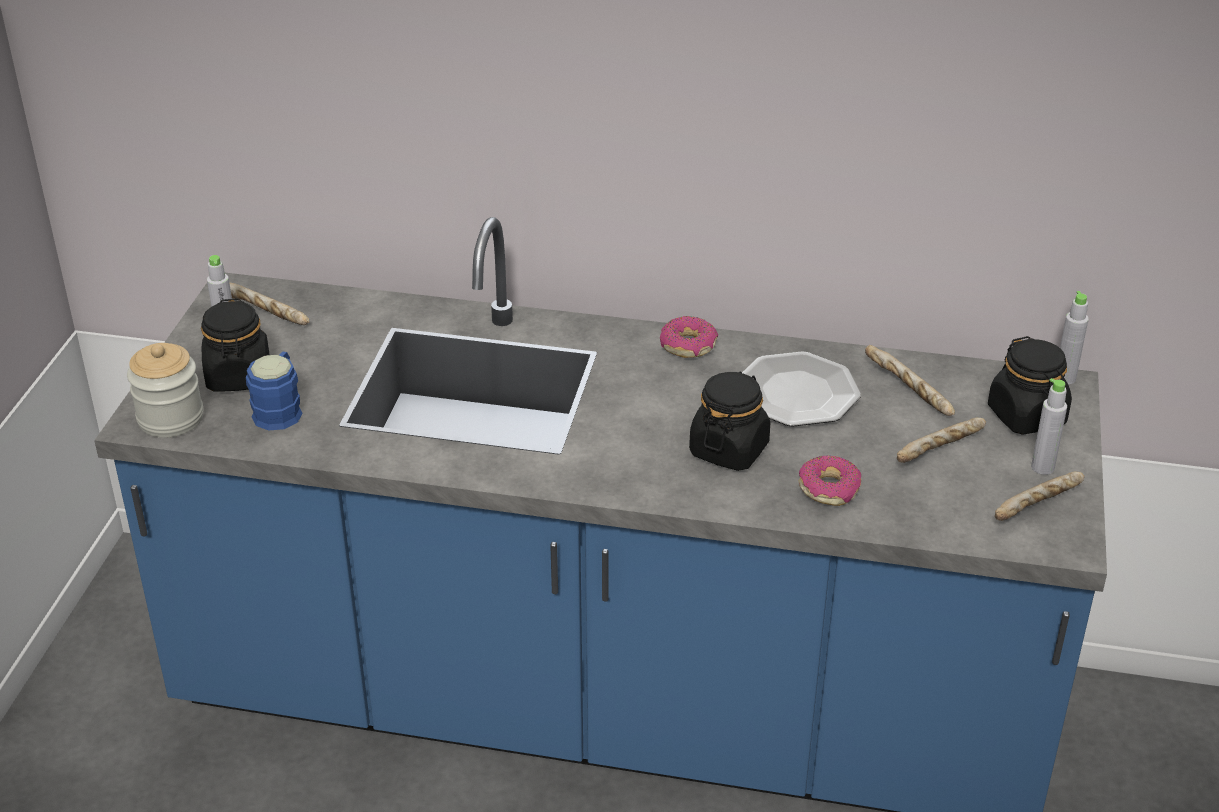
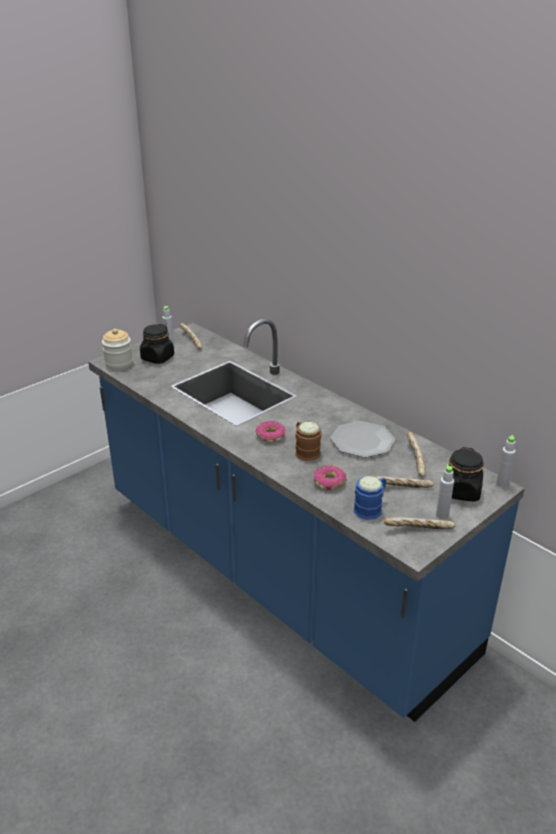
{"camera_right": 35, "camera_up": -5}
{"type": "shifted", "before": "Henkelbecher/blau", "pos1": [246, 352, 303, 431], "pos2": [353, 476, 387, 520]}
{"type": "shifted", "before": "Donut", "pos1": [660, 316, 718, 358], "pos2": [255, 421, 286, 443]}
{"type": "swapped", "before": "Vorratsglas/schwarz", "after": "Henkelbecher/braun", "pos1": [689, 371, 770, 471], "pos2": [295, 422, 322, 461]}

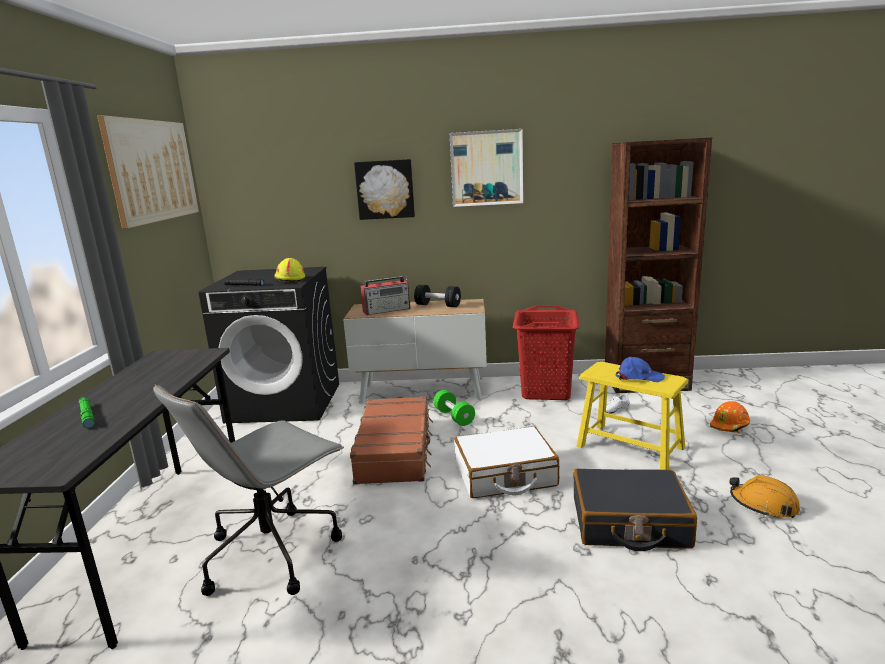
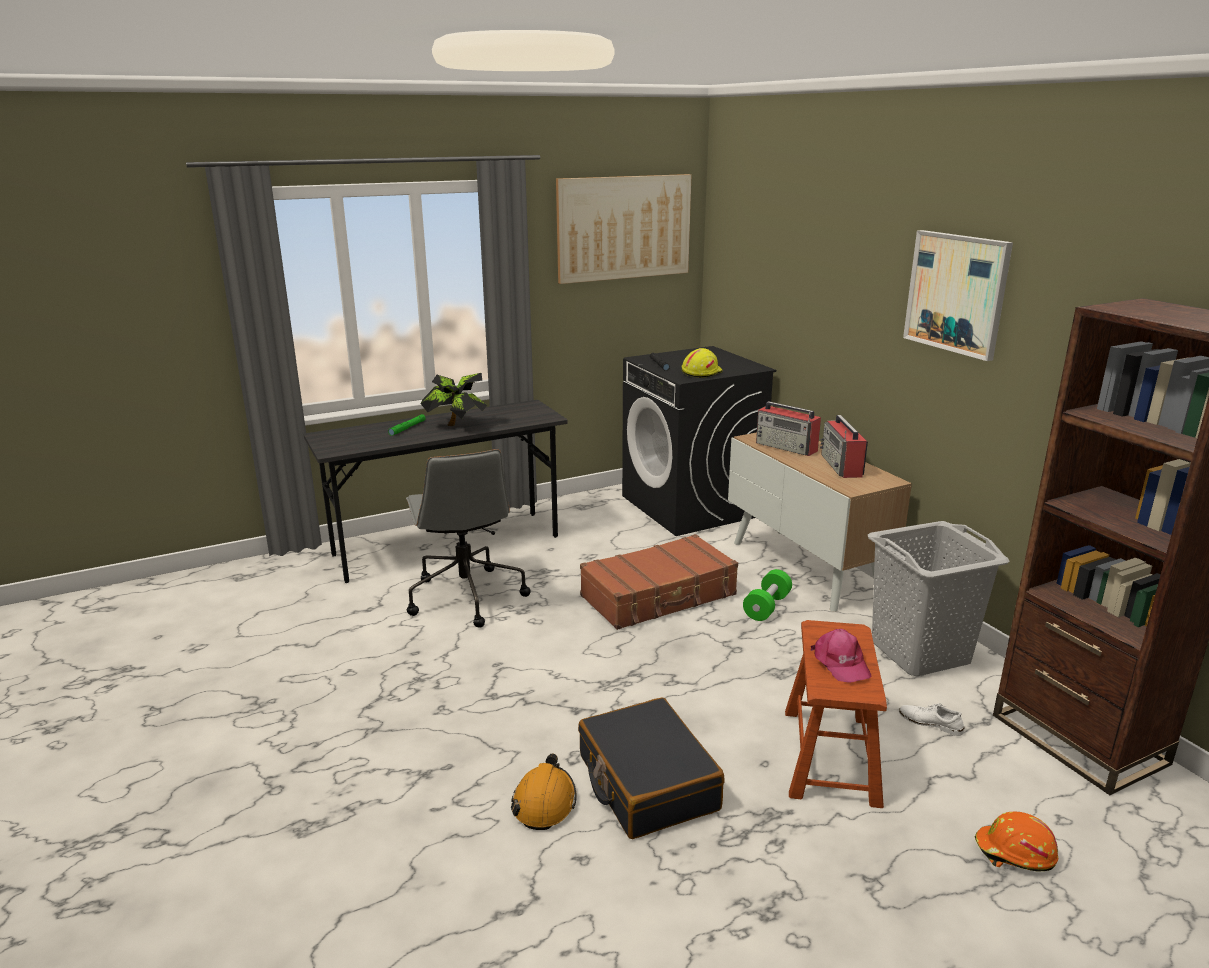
{"camera_right": 60, "camera_up": 5}
{"type": "gone", "before": "Bild", "pos1": [354, 159, 415, 220]}
{"type": "gone", "before": "Koffer/weiß", "pos1": [454, 426, 559, 498]}
{"type": "new", "after": "Topfpflanze", "pos2": [420, 373, 488, 426]}
{"type": "shifted", "before": "Schutzhelm/orange", "pos1": [730, 475, 800, 518], "pos2": [511, 753, 577, 830]}
{"type": "swapped", "before": "Hantel/schwarz", "after": "Radio", "pos1": [414, 285, 461, 307], "pos2": [820, 415, 868, 478]}
{"type": "repainted", "before": "Wäschekorb/rot", "after": "Wäschekorb/grau", "pos1": [513, 306, 580, 400], "pos2": [868, 521, 1010, 677]}
{"type": "repainted", "before": "Hocker/gelb", "after": "Hocker/braun", "pos1": [577, 362, 688, 470], "pos2": [785, 620, 887, 808]}
{"type": "repainted", "before": "Kappe/blau", "after": "Kappe/rosa", "pos1": [615, 357, 665, 382], "pos2": [811, 629, 872, 683]}
{"type": "rotated", "before": "Bürostuhl/grau", "pos1": [153, 384, 344, 596], "pos2": [406, 449, 531, 628], "turn": -120}

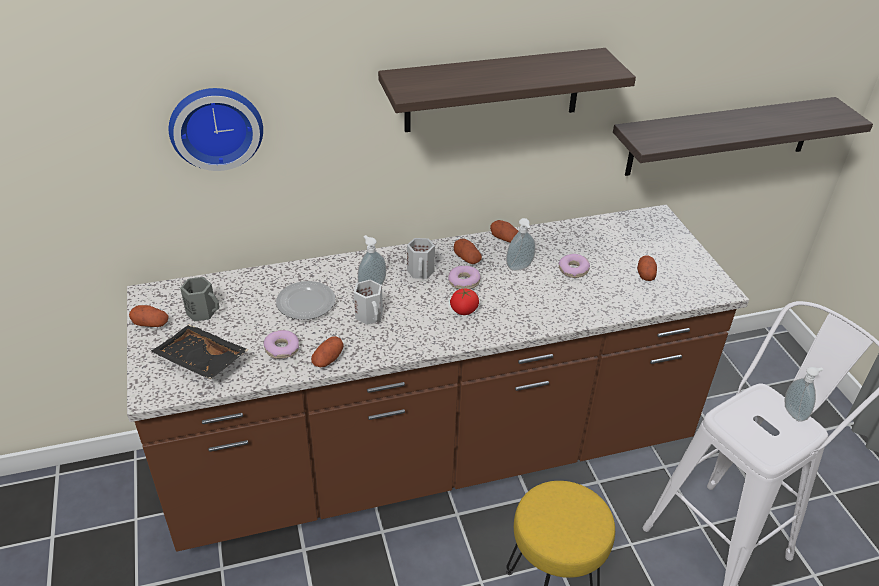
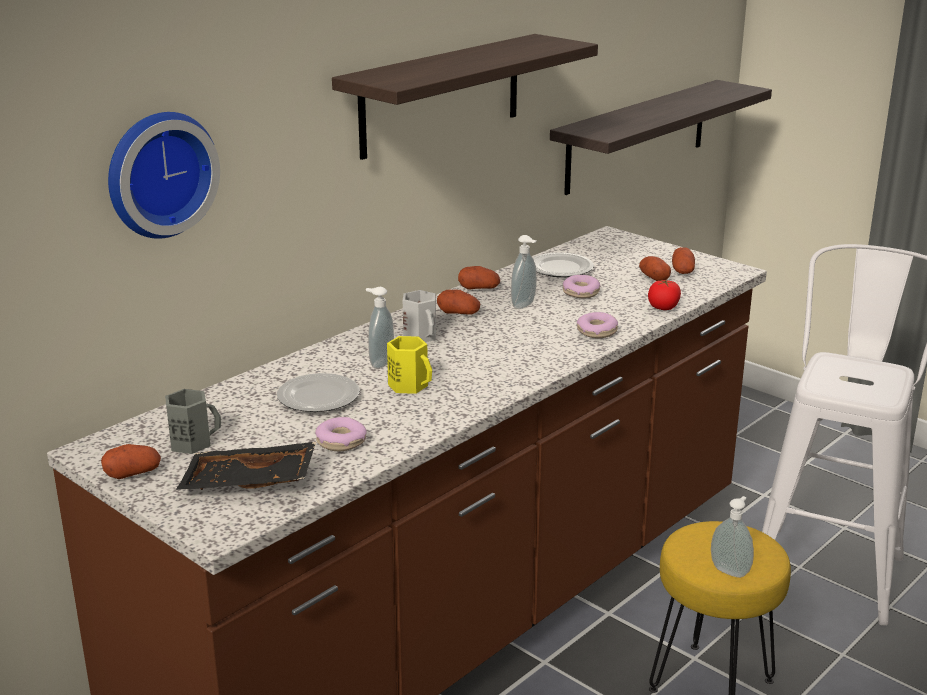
{"camera_right": -30, "camera_up": -15}
{"type": "new", "after": "Teller", "pos2": [533, 252, 594, 278]}
{"type": "shifted", "before": "Kartoffel", "pos1": [311, 336, 343, 367], "pos2": [672, 247, 695, 274]}
{"type": "shifted", "before": "Donut", "pos1": [448, 266, 480, 289], "pos2": [577, 312, 618, 338]}
{"type": "shifted", "before": "Tomate", "pos1": [450, 289, 479, 315], "pos2": [648, 280, 681, 310]}
{"type": "shifted", "before": "Seifenspender", "pos1": [784, 367, 823, 422], "pos2": [711, 496, 754, 578]}
{"type": "repainted", "before": "Henkelbecher/weiß", "after": "Henkelbecher/gelb", "pos1": [354, 279, 383, 325], "pos2": [387, 336, 432, 394]}

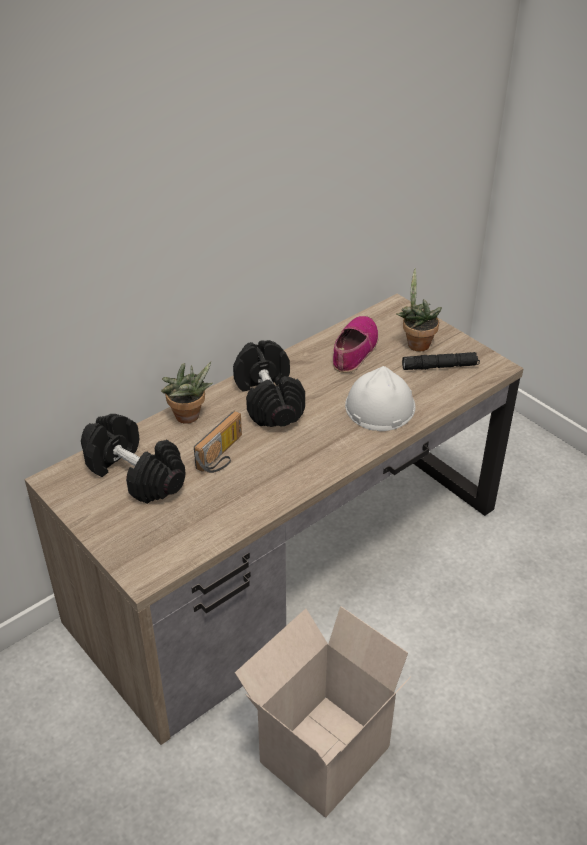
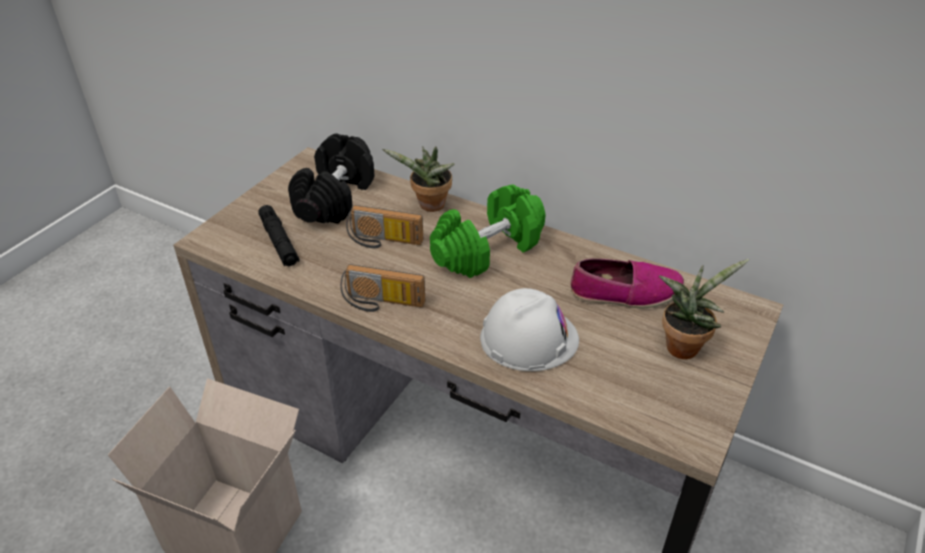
{"camera_right": 70, "camera_up": 0}
{"type": "new", "after": "Radio", "pos2": [340, 264, 425, 312]}
{"type": "shifted", "before": "Taschenlampe/schwarz", "pos1": [402, 352, 480, 370], "pos2": [258, 205, 300, 266]}
{"type": "repainted", "before": "Hantel/schwarz", "after": "Hantel/grün", "pos1": [233, 340, 305, 427], "pos2": [430, 185, 546, 278]}

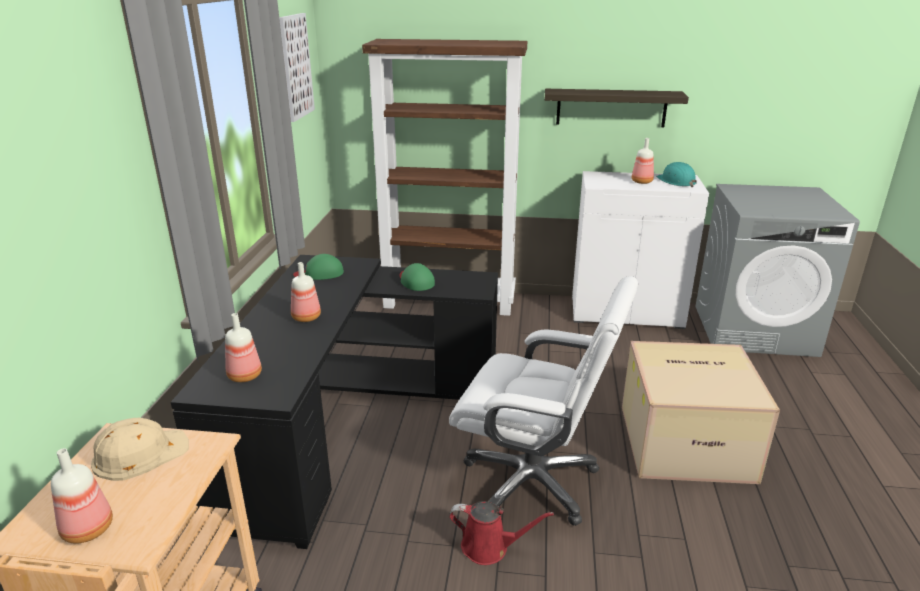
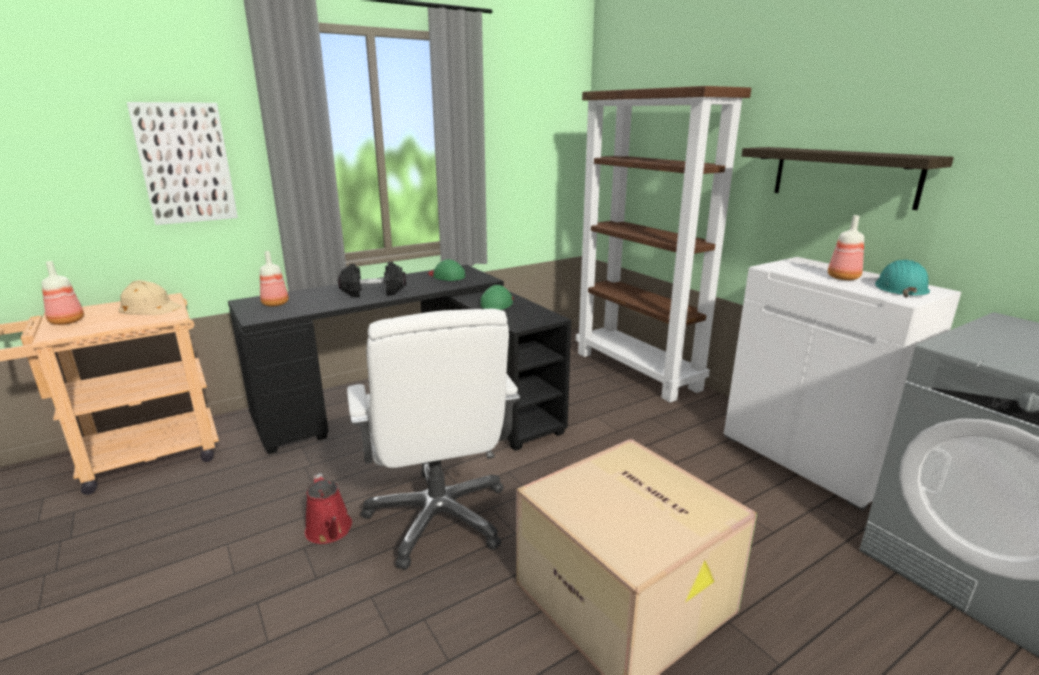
{"camera_right": 50, "camera_up": -5}
{"type": "shifted", "before": "Bild", "pos1": [279, 13, 315, 122], "pos2": [127, 102, 238, 225]}
{"type": "swapped", "before": "Flasche", "after": "Hantel/schwarz", "pos1": [291, 262, 321, 322], "pos2": [338, 262, 406, 297]}

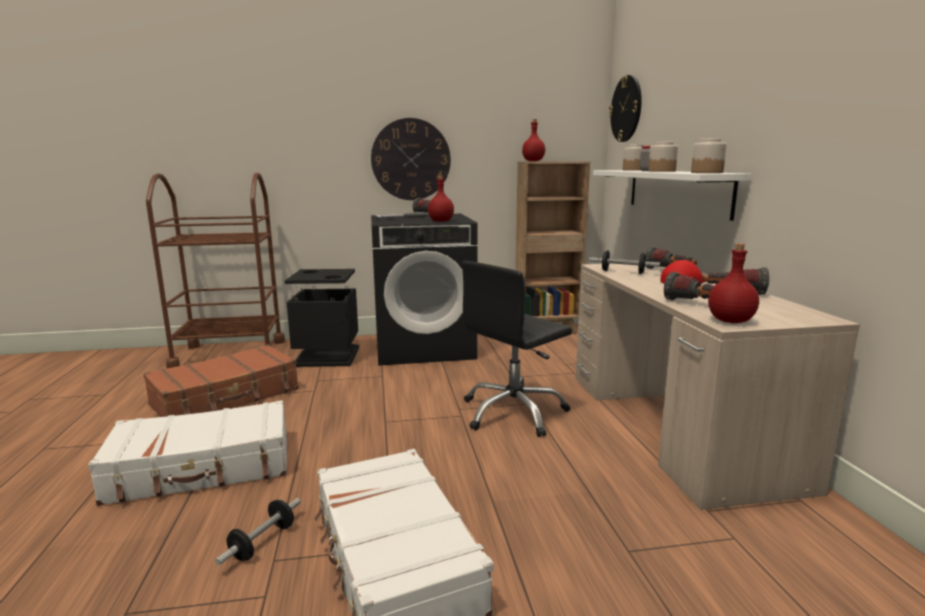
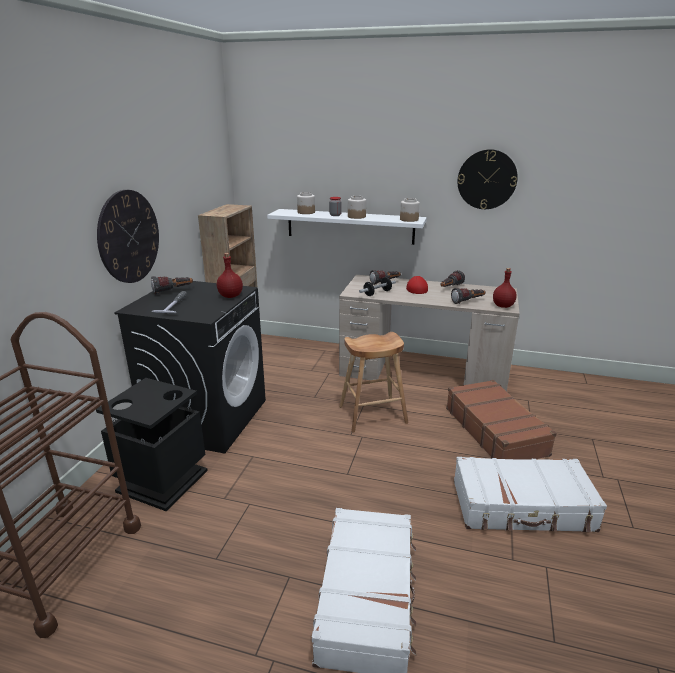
{"camera_right": -65, "camera_up": 10}
{"type": "gone", "before": "Hantel", "pos1": [215, 498, 301, 565]}
{"type": "gone", "before": "Flasche/rot", "pos1": [522, 119, 545, 161]}
{"type": "shifted", "before": "Koffer/braun", "pos1": [143, 345, 299, 417], "pos2": [446, 380, 557, 460]}
{"type": "shifted", "before": "Wanduhr", "pos1": [609, 75, 642, 142], "pos2": [458, 149, 518, 209]}
{"type": "swapped", "before": "Bürostuhl/schwarz", "after": "Hocker/braun", "pos1": [461, 261, 572, 437], "pos2": [339, 332, 408, 432]}

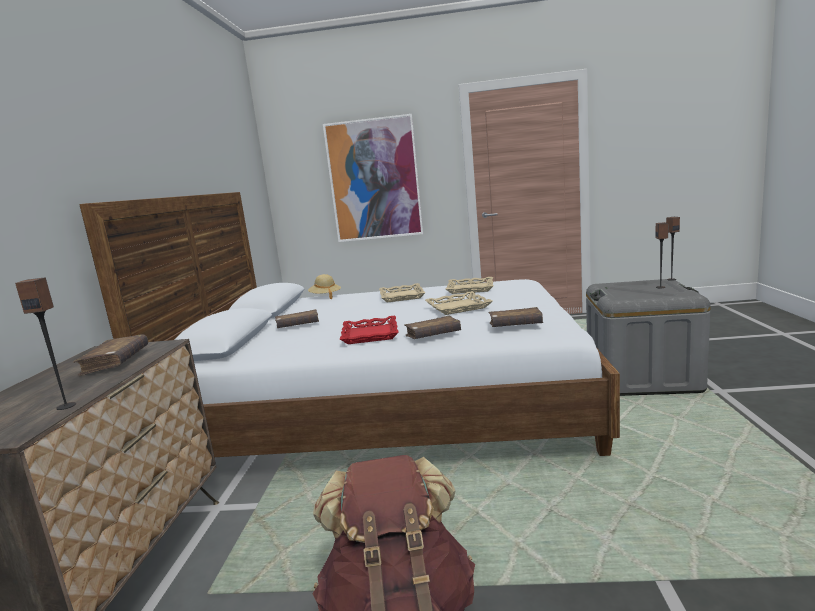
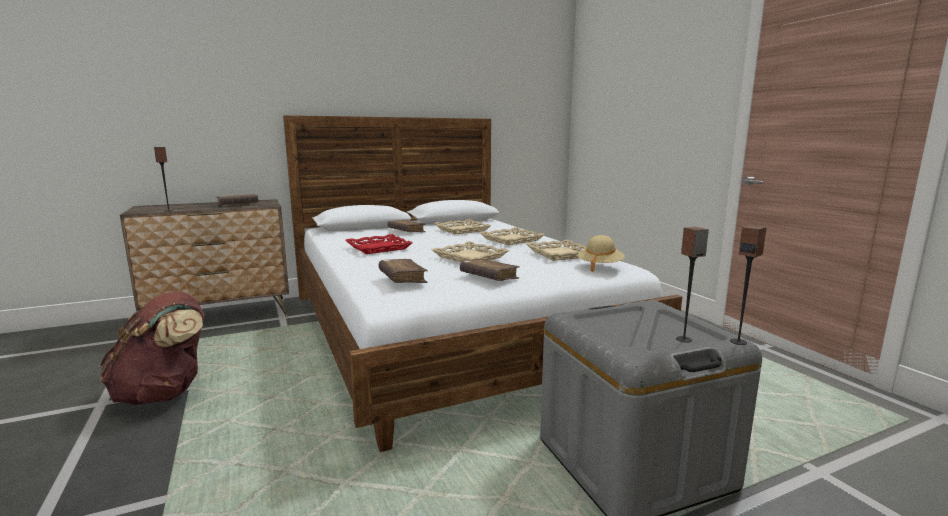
{"camera_right": 60, "camera_up": 0}
{"type": "gone", "before": "Bild", "pos1": [323, 114, 423, 242]}
{"type": "new", "after": "Tablett/beige", "pos2": [434, 219, 491, 234]}
{"type": "shifted", "before": "Hut/beige", "pos1": [308, 274, 341, 299], "pos2": [578, 235, 625, 272]}
{"type": "shifted", "before": "Buch/braun", "pos1": [404, 316, 461, 339], "pos2": [460, 258, 520, 281]}

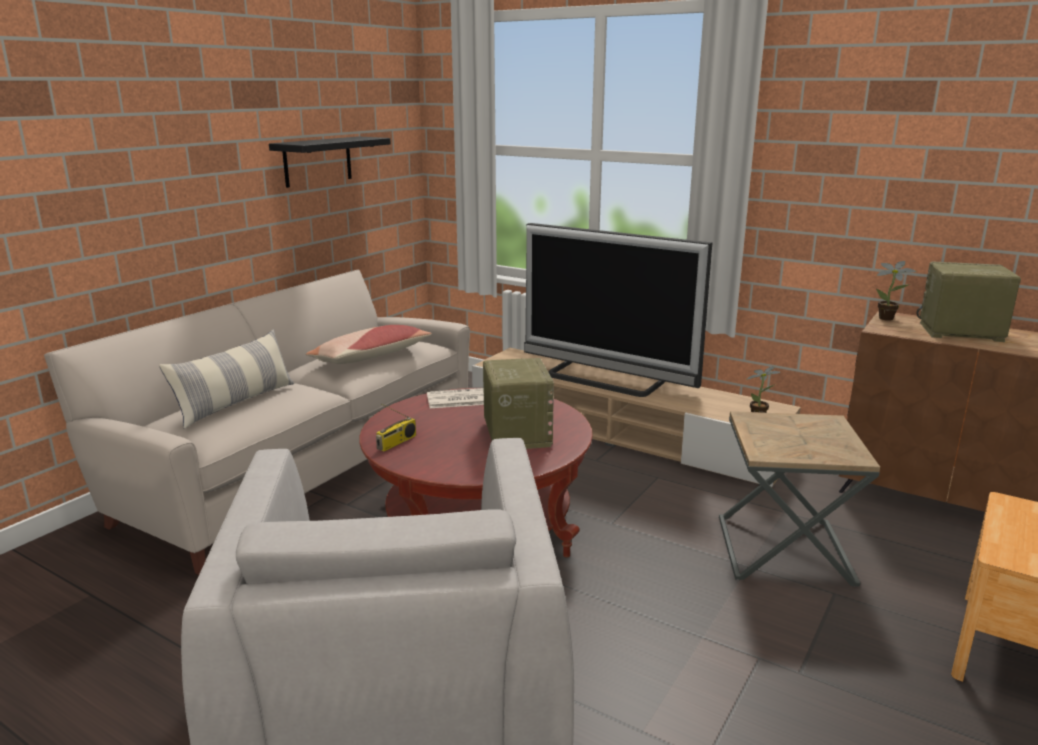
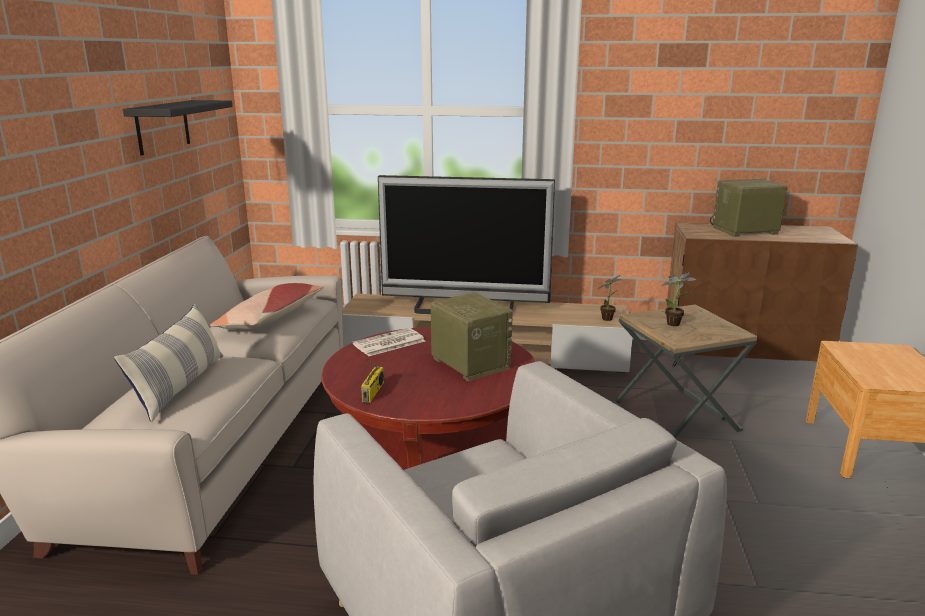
{"camera_right": -25, "camera_up": 0}
{"type": "shifted", "before": "Topfpflanze", "pos1": [876, 261, 917, 321], "pos2": [662, 272, 697, 326]}

